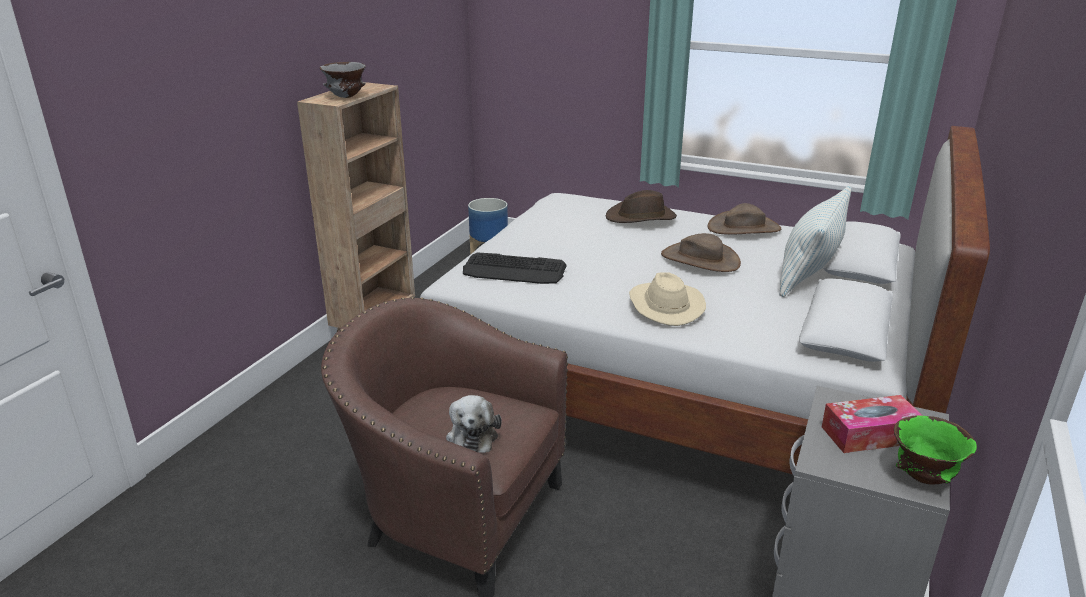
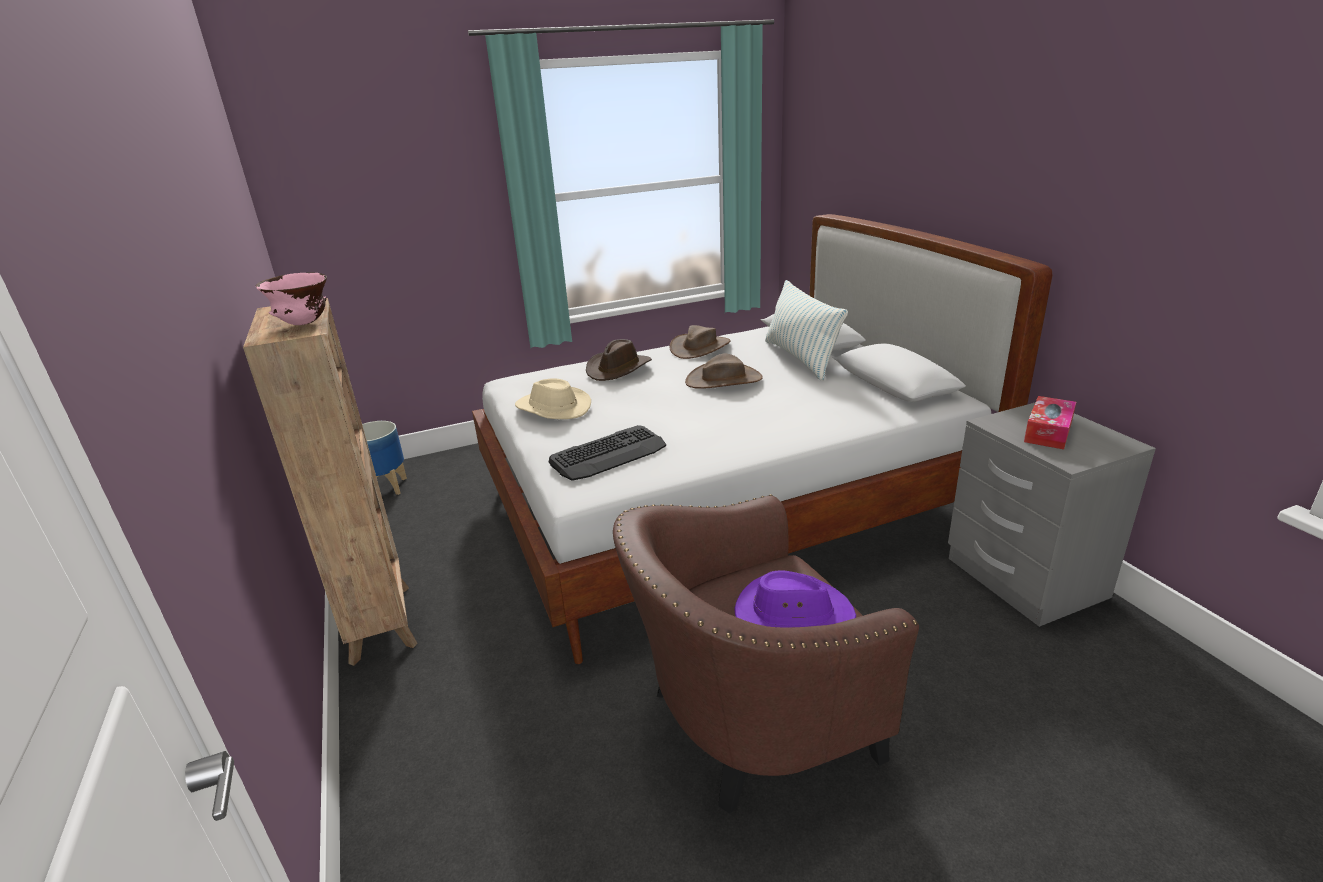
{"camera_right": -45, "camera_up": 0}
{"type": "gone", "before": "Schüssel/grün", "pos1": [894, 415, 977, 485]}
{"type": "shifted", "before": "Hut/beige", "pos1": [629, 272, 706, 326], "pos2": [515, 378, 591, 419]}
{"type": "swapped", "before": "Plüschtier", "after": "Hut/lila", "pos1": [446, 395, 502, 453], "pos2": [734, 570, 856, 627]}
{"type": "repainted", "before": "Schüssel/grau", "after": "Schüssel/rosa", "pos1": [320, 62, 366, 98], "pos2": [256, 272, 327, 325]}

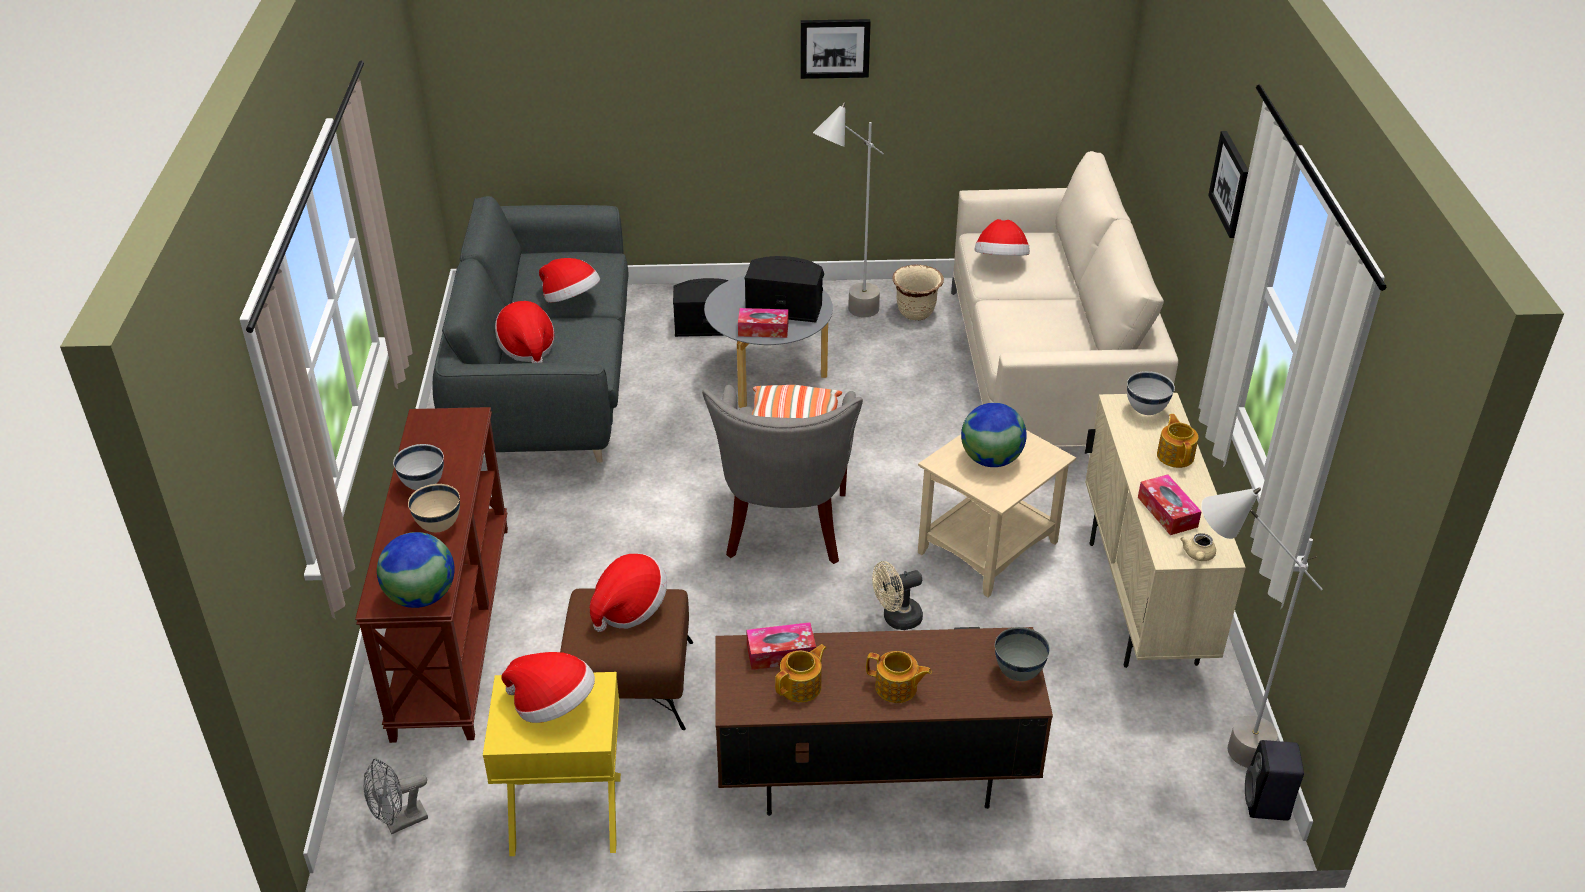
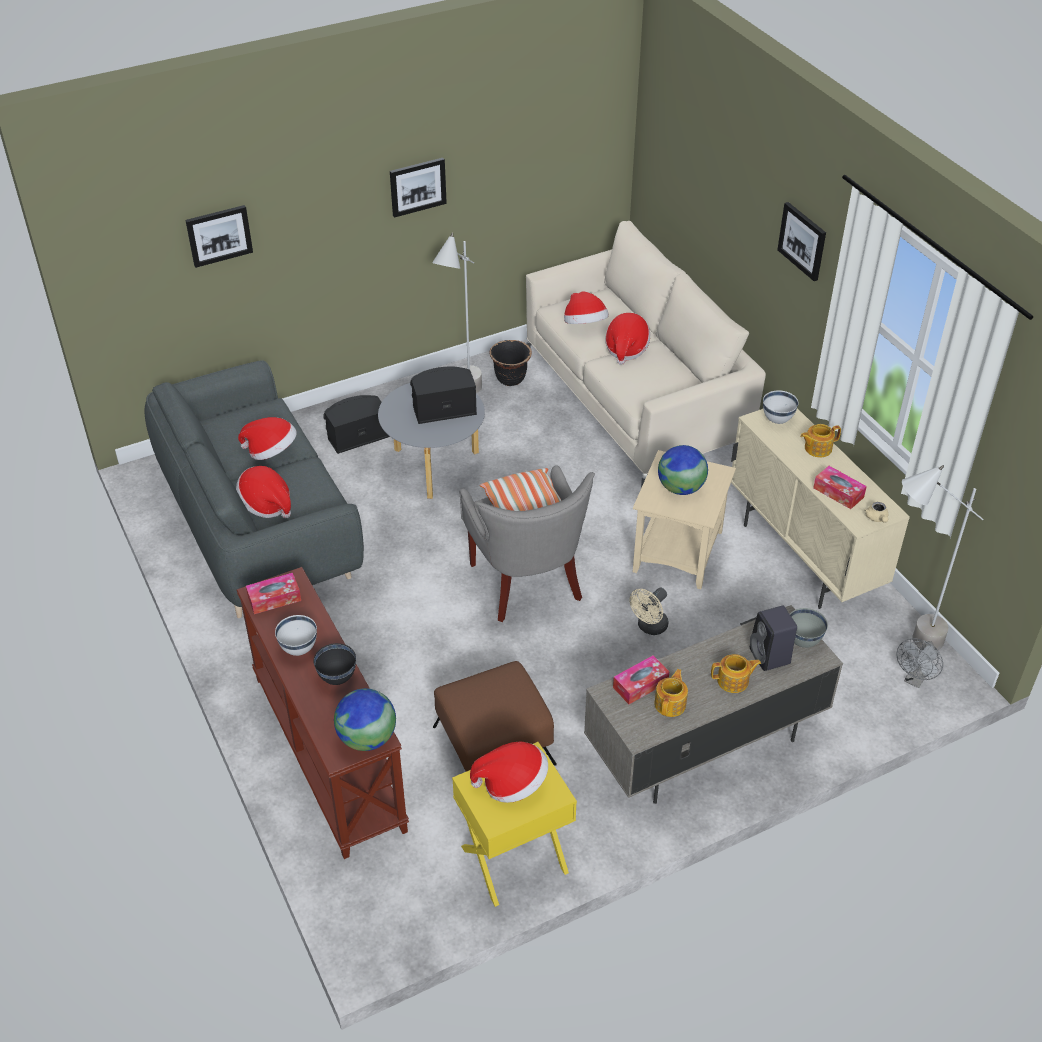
{"camera_right": -25, "camera_up": 5}
{"type": "new", "after": "Bild", "pos2": [185, 205, 253, 268]}
{"type": "shifted", "before": "Ventilator/grau", "pos1": [363, 758, 428, 834], "pos2": [897, 639, 943, 688]}
{"type": "shifted", "before": "Hut", "pos1": [590, 554, 667, 632], "pos2": [605, 313, 650, 365]}
{"type": "shifted", "before": "Taschentuchbox", "pos1": [738, 308, 788, 338], "pos2": [246, 573, 301, 614]}
{"type": "shifted", "before": "Lautsprecher/schwarz", "pos1": [1245, 740, 1304, 821], "pos2": [750, 606, 797, 671]}
{"type": "repainted", "before": "Schüssel/beige", "after": "Schüssel/schwarz", "pos1": [408, 484, 460, 532], "pos2": [313, 643, 356, 685]}
{"type": "repainted", "before": "Fernsehschrank/braun", "after": "Fernsehschrank/grau", "pos1": [715, 627, 1053, 816], "pos2": [584, 605, 843, 804]}
{"type": "repainted", "before": "Pflanzkübel/beige", "after": "Pflanzkübel/schwarz", "pos1": [892, 265, 944, 321], "pos2": [490, 340, 532, 386]}
{"type": "rotated", "before": "Teekanne", "pos1": [1157, 414, 1198, 468], "pos2": [800, 424, 841, 457], "turn": -75}

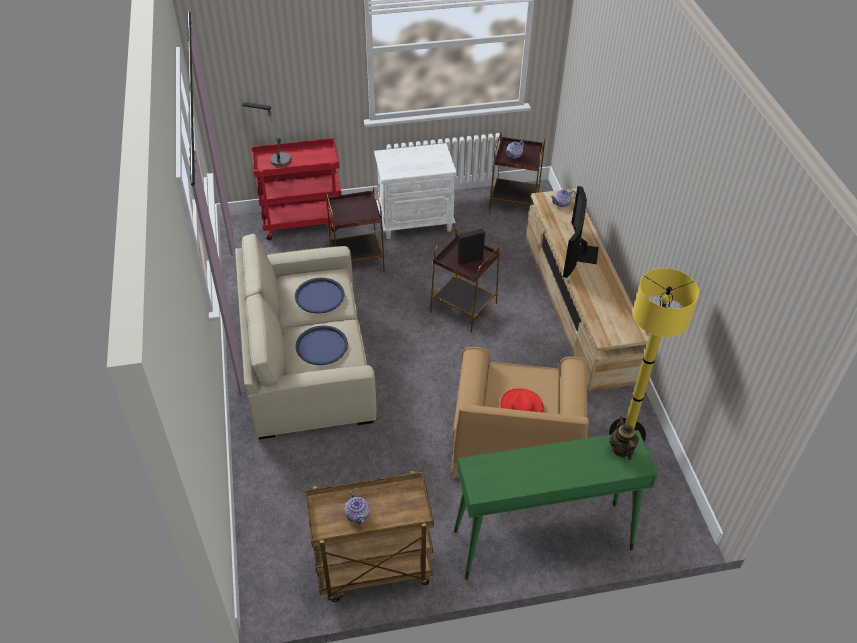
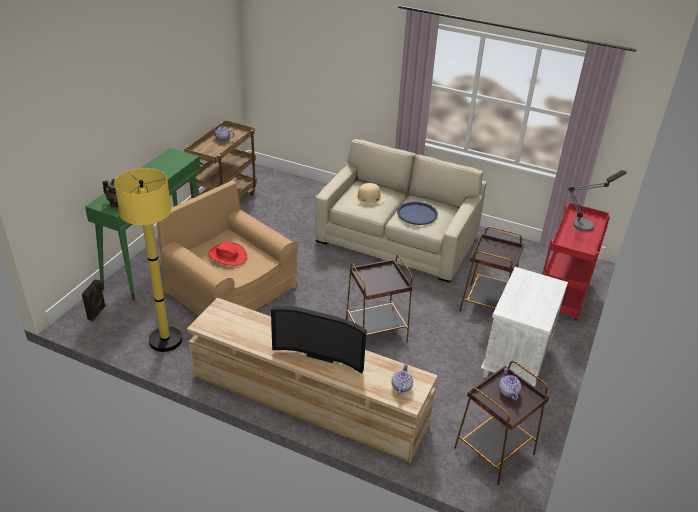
{"camera_right": 125, "camera_up": -10}
{"type": "shifted", "before": "Lautsprecher/schwarz", "pos1": [457, 228, 485, 265], "pos2": [82, 280, 106, 321]}
{"type": "swapped", "before": "Tablett/blau", "after": "Hut/beige", "pos1": [295, 325, 348, 365], "pos2": [353, 183, 385, 205]}
{"type": "rotated", "before": "Fernseher", "pos1": [563, 186, 599, 278], "pos2": [271, 306, 367, 374], "turn": 150}

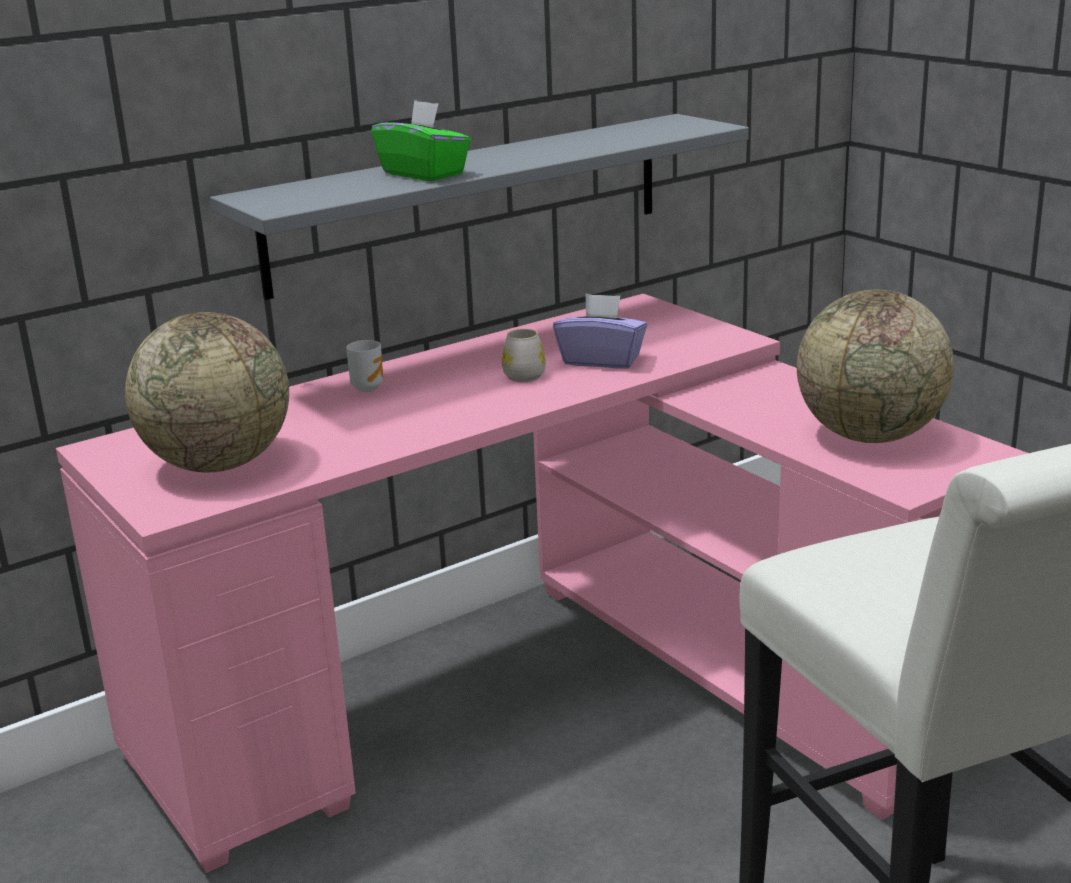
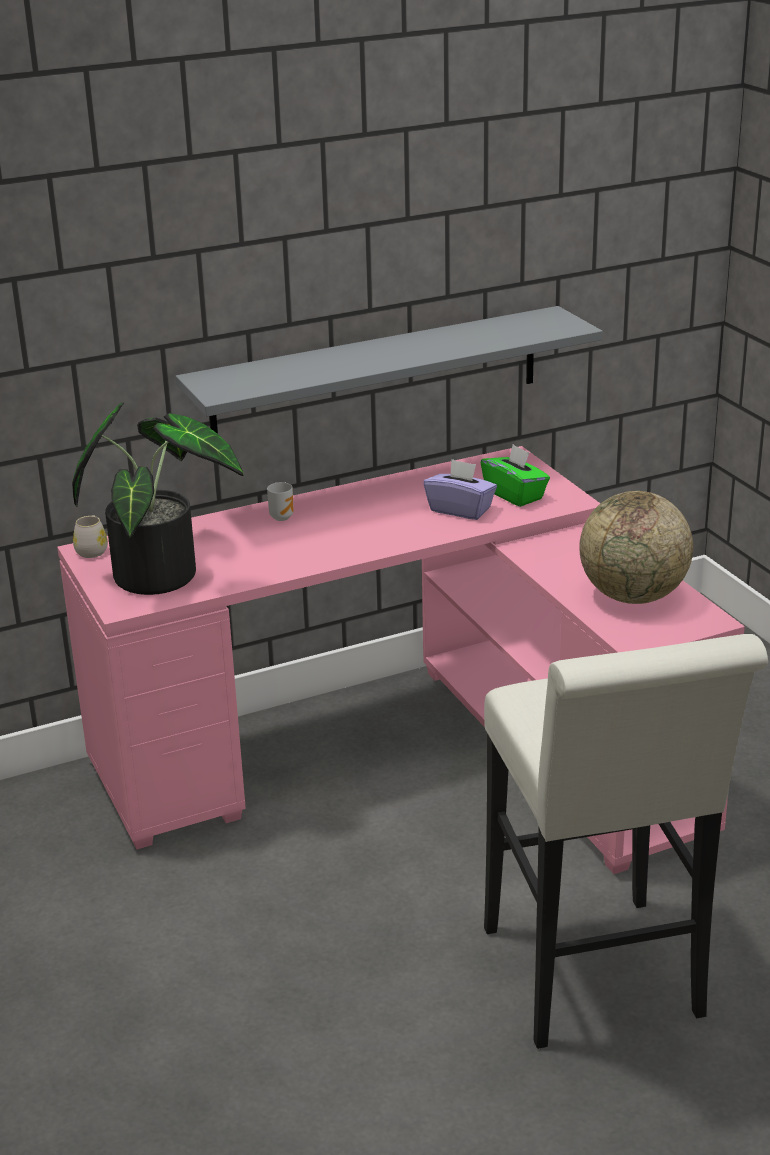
{"camera_right": 10, "camera_up": 5}
{"type": "shifted", "before": "Taschentuchbox/grün", "pos1": [371, 100, 471, 181], "pos2": [481, 444, 550, 507]}
{"type": "shifted", "before": "Henkelbecher/weiß", "pos1": [502, 329, 546, 382], "pos2": [73, 515, 108, 558]}
{"type": "swapped", "before": "Globus", "after": "Topfpflanze", "pos1": [125, 312, 289, 472], "pos2": [72, 402, 243, 595]}

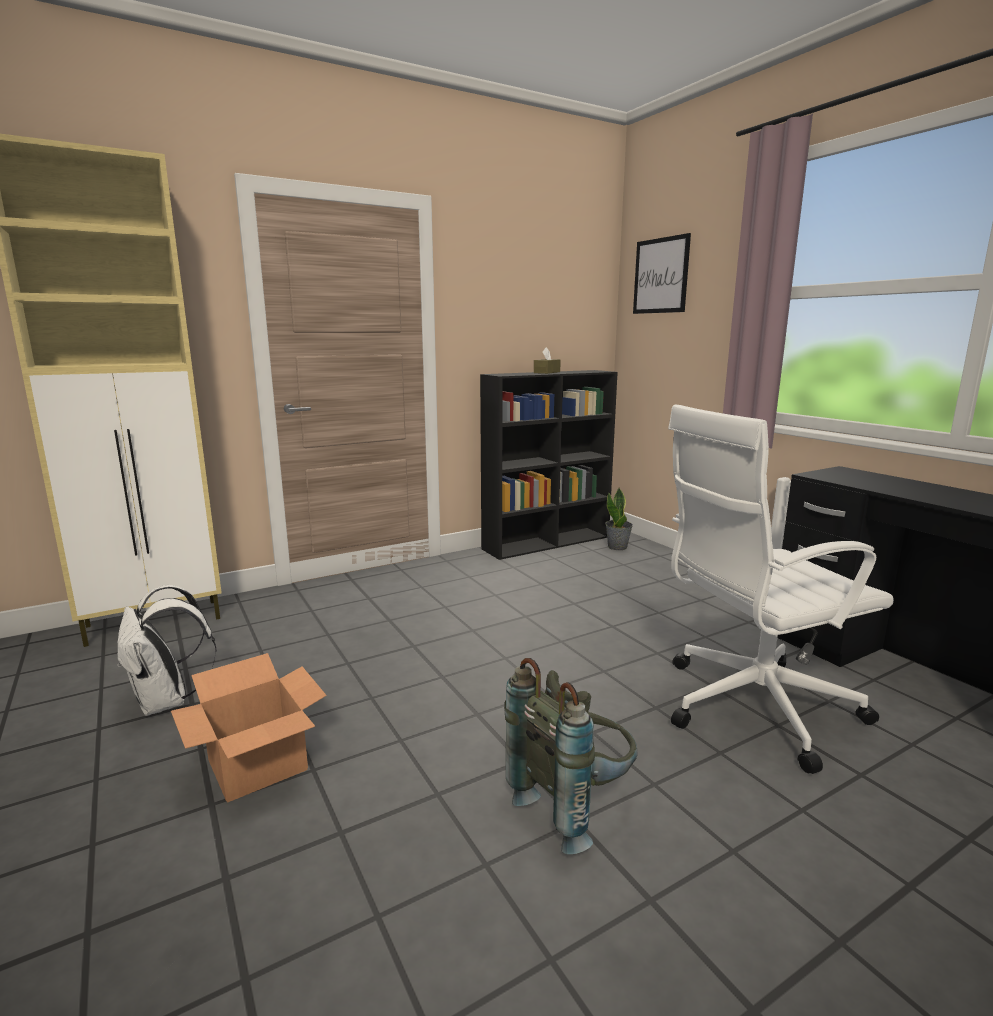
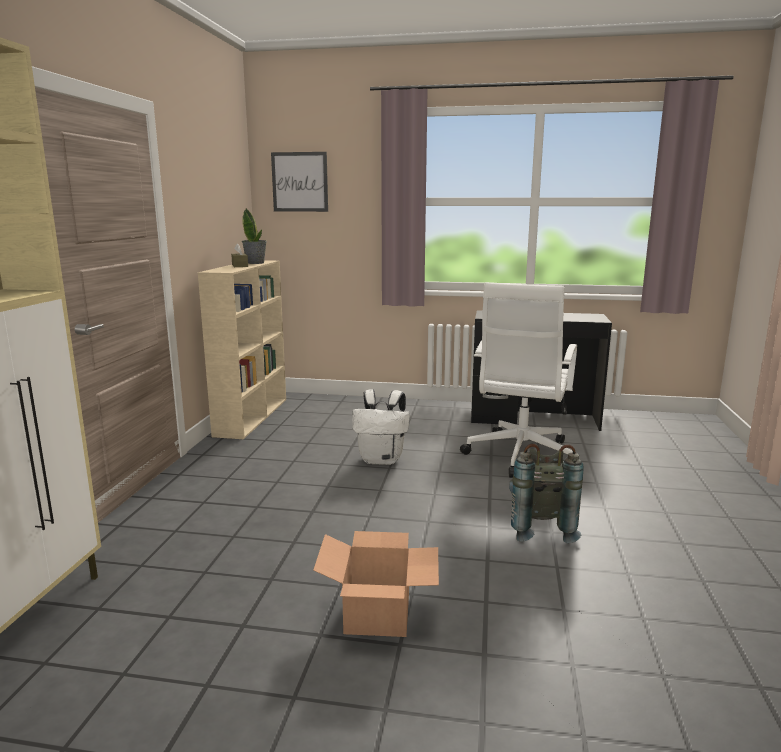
{"camera_right": -50, "camera_up": 0}
{"type": "shifted", "before": "Rucksack/weiß", "pos1": [117, 585, 217, 716], "pos2": [352, 389, 410, 465]}
{"type": "shifted", "before": "Topfpflanze", "pos1": [605, 488, 633, 550], "pos2": [242, 208, 266, 264]}
{"type": "repainted", "before": "Bücherregal/schwarz", "after": "Bücherregal/beige", "pos1": [480, 370, 618, 560], "pos2": [198, 260, 286, 439]}

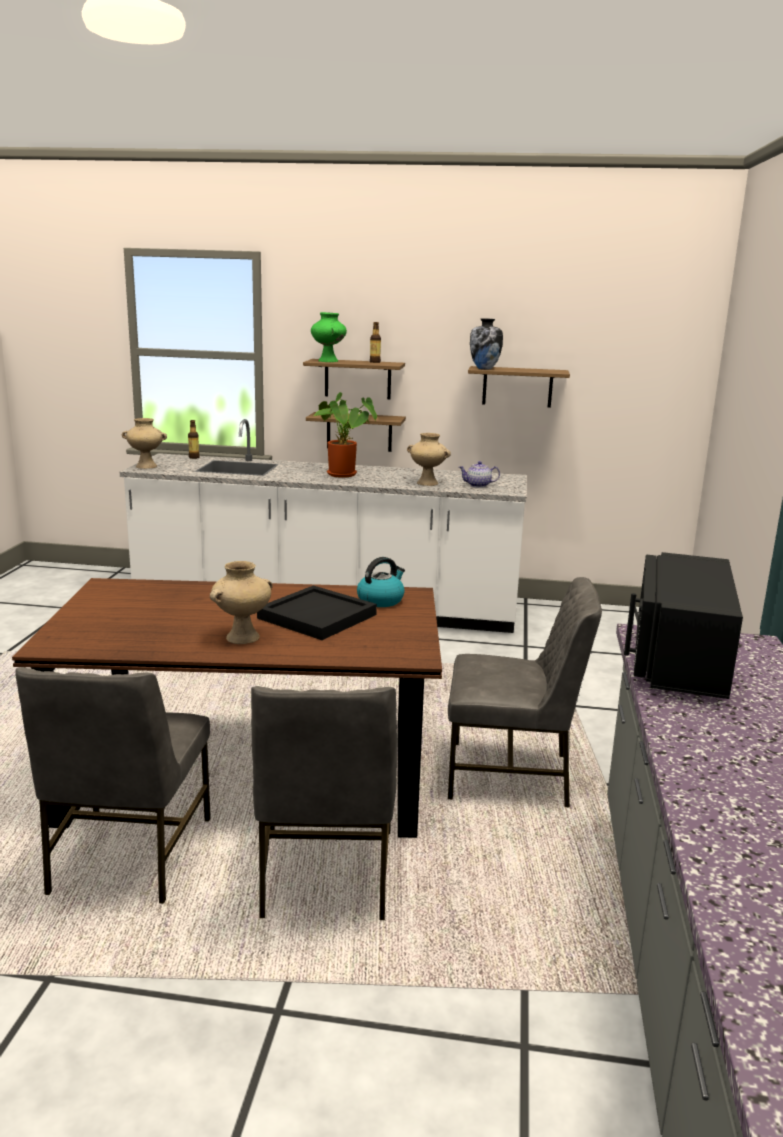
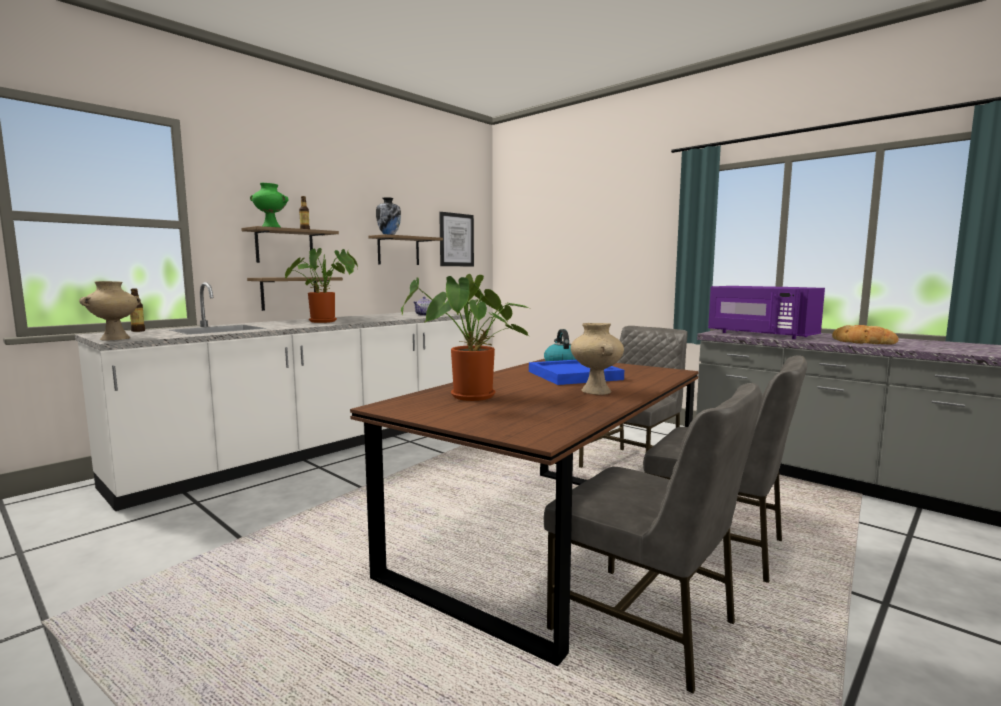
{"camera_right": -55, "camera_up": -10}
{"type": "gone", "before": "Vase/beige", "pos1": [407, 433, 451, 486]}
{"type": "new", "after": "Topfpflanze", "pos2": [401, 274, 532, 401]}
{"type": "new", "after": "Bild", "pos2": [439, 212, 474, 266]}
{"type": "new", "after": "Brot", "pos2": [832, 325, 899, 344]}
{"type": "repainted", "before": "Tablett/schwarz", "after": "Tablett/blau", "pos1": [257, 585, 377, 640], "pos2": [529, 360, 624, 385]}
{"type": "repainted", "before": "Mikrowelle/schwarz", "after": "Mikrowelle/lila", "pos1": [624, 552, 743, 699], "pos2": [708, 286, 825, 339]}

